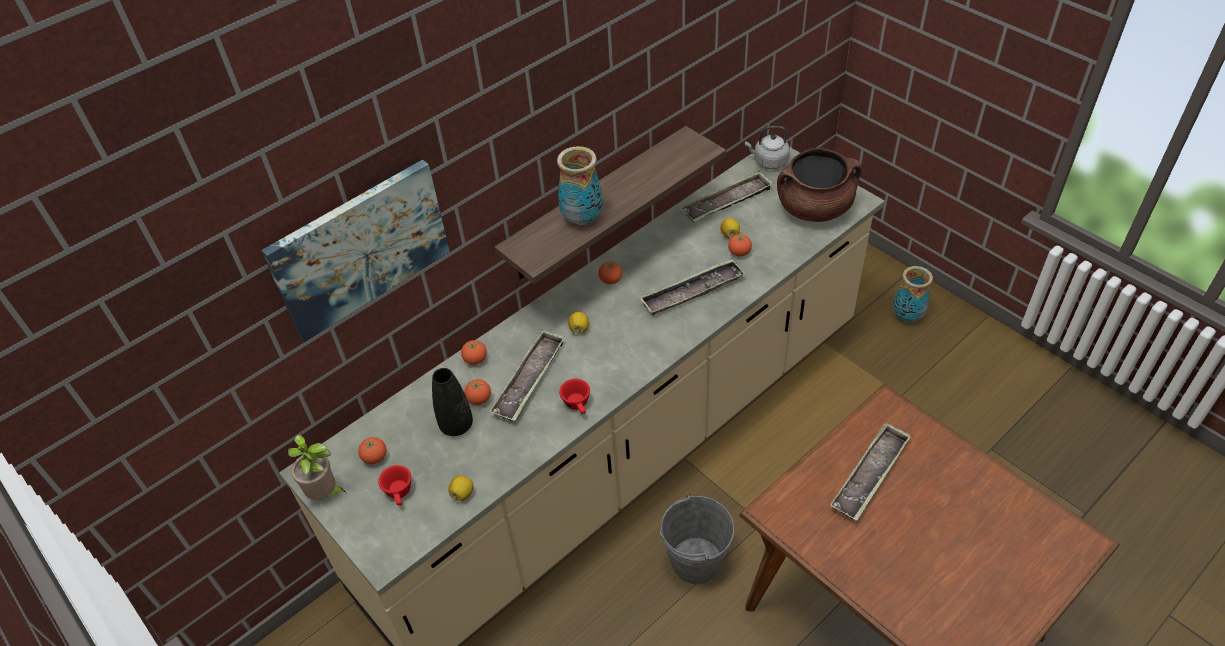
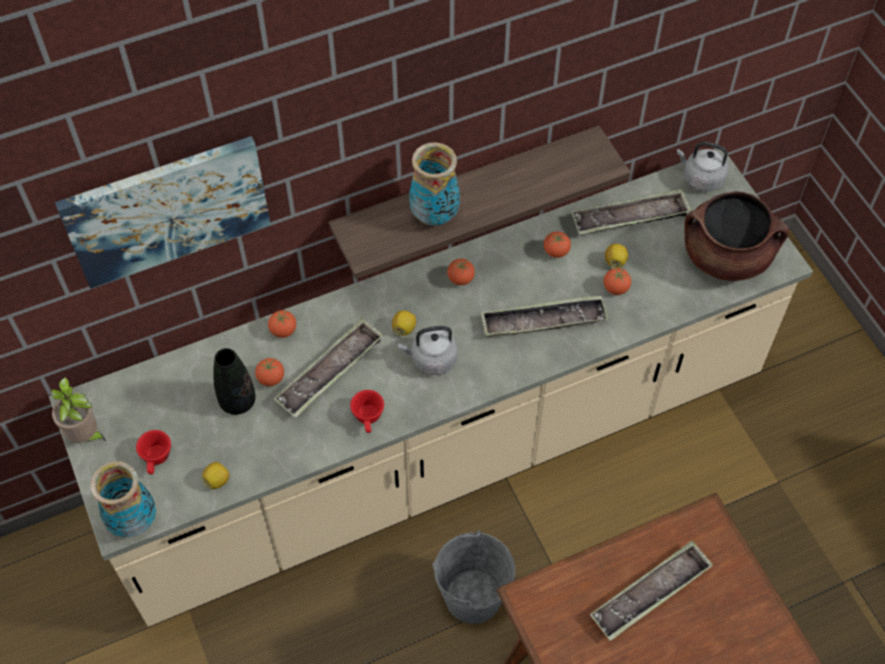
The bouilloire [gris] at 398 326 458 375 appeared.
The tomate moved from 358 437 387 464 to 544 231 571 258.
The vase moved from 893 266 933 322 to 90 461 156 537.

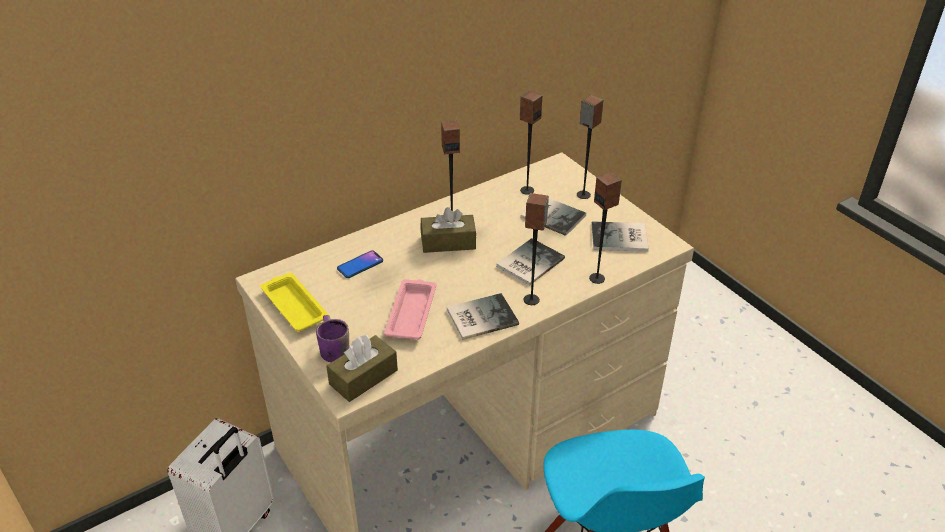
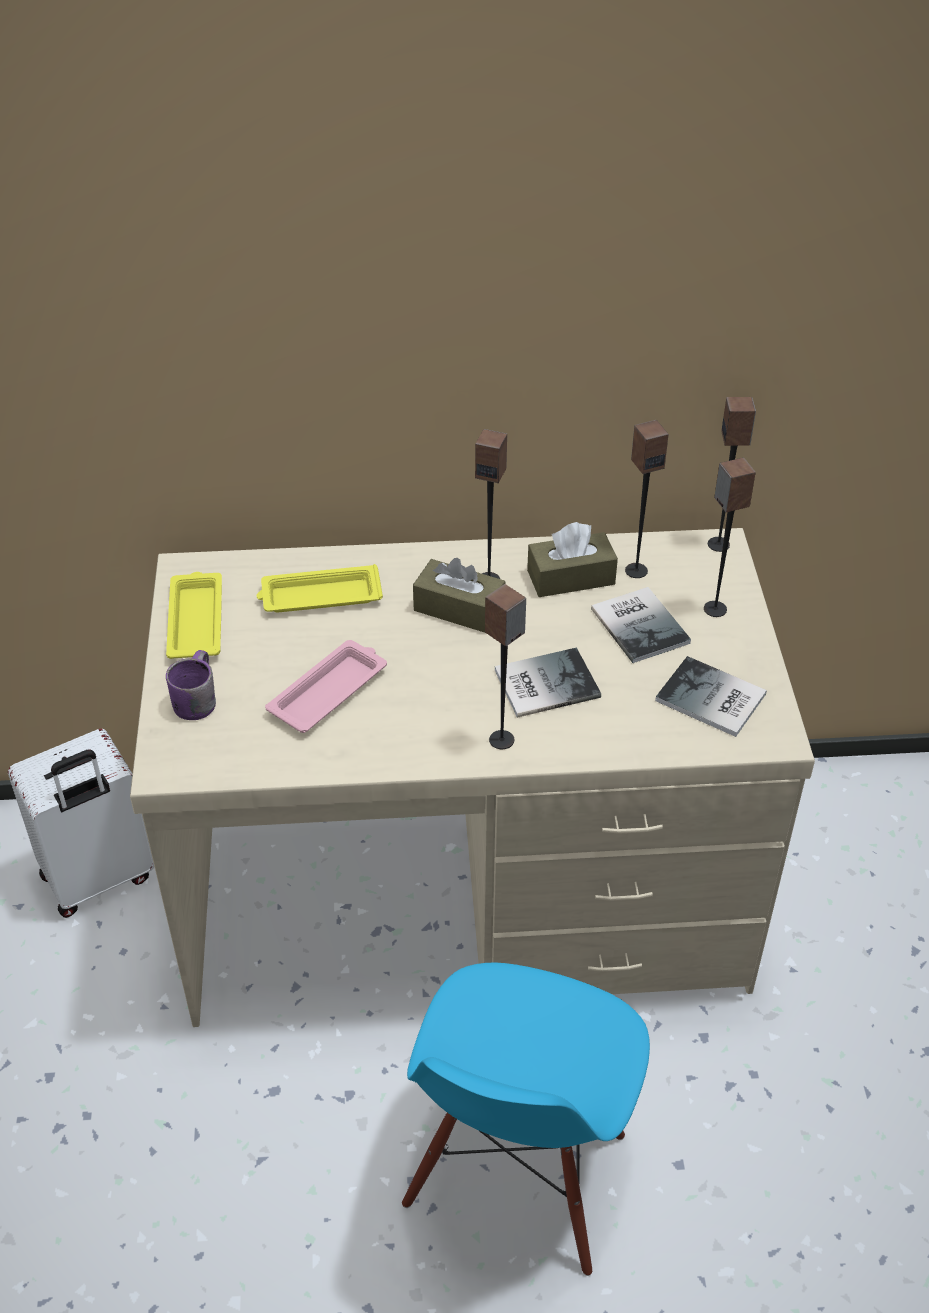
The livre at 447 293 519 340 disappeared.
The boîte à mouchoirs [marron] moved from 326 334 398 402 to 527 522 618 597.
The enceinte moved from 589 172 622 284 to 708 397 756 552.
The téléphone at 337 250 383 278 was replaced by the plateau [jaune] at 257 564 383 613.

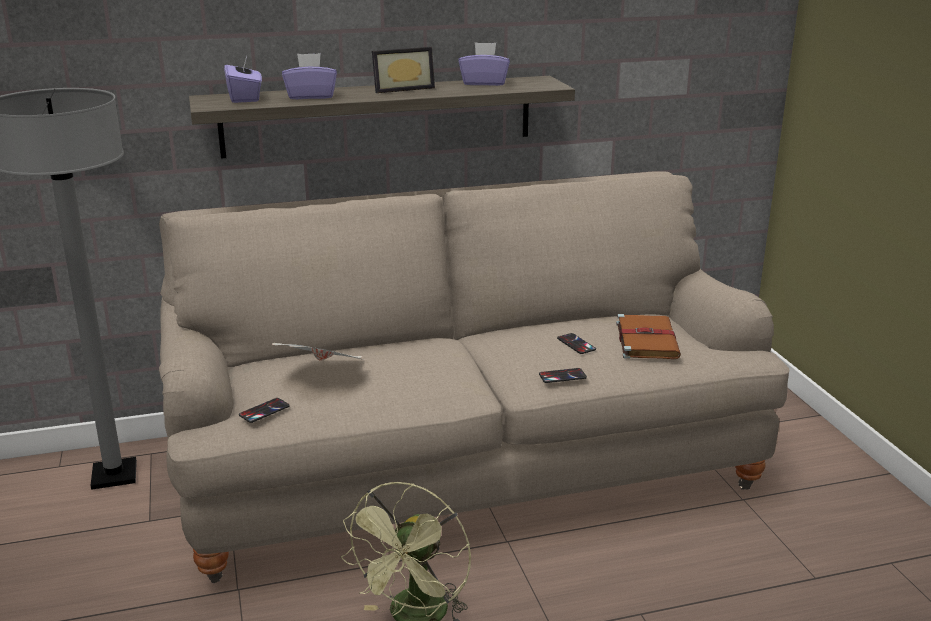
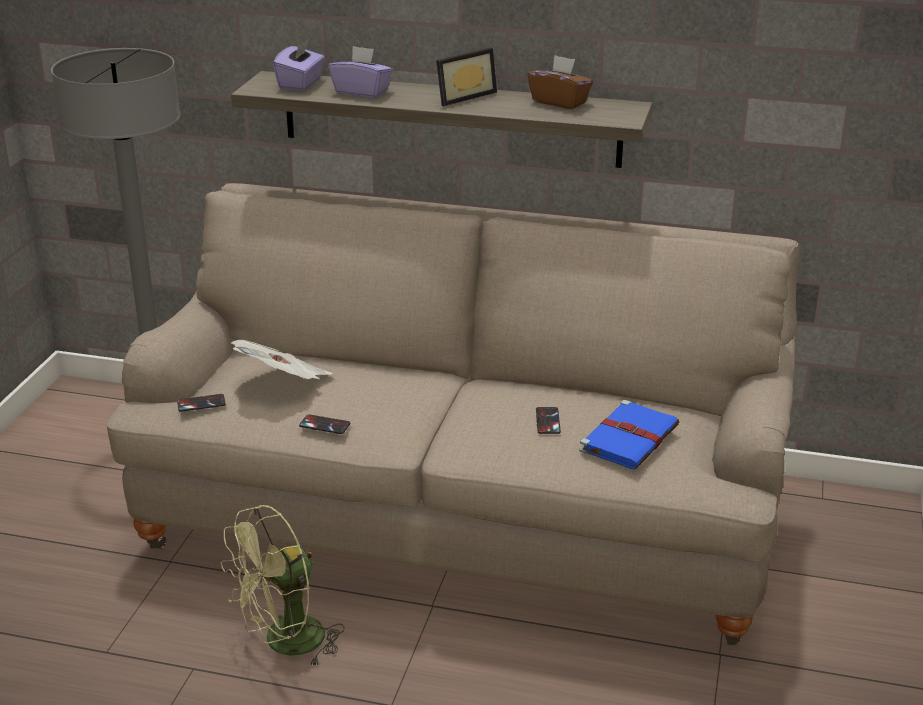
The téléphone moved from 539 368 587 383 to 299 414 350 434.
The boîte à mouchoirs [violet] at 458 42 510 86 became the boîte à mouchoirs [marron] at 528 55 593 109.
The livre [marron] at 616 314 681 359 became the livre [bleu] at 579 400 679 469.
The cadre photo at 372 47 435 93 turned 45 degrees counterclockwise.

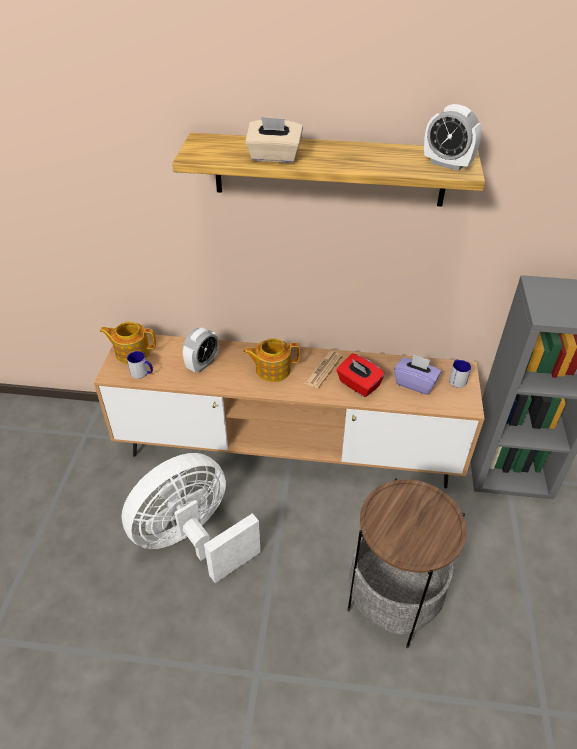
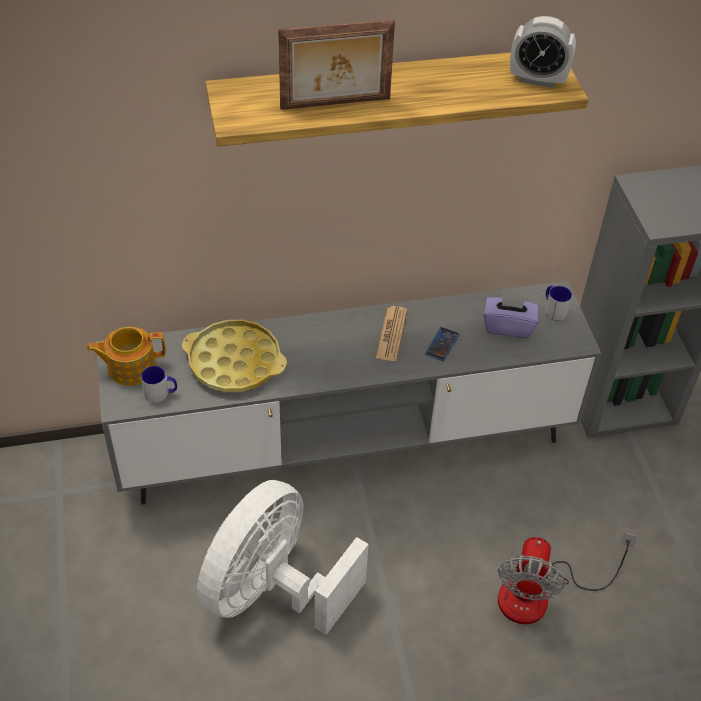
The théière at 243 338 300 382 disappeared.
The réveil at 183 327 219 373 was replaced by the plateau [jaune] at 182 320 287 392.
The boîte à mouchoirs [beige] at 245 117 303 163 was replaced by the cadre photo at 278 19 395 110.
The boîte à mouchoirs [rouge] at 336 353 385 397 was replaced by the téléphone at 425 327 459 362.
The table d'appoint at 347 478 467 648 was replaced by the ventilateur at 498 533 638 624.
The meuble télé [marron] at 94 334 485 488 became the meuble télé [gris] at 96 281 602 505.

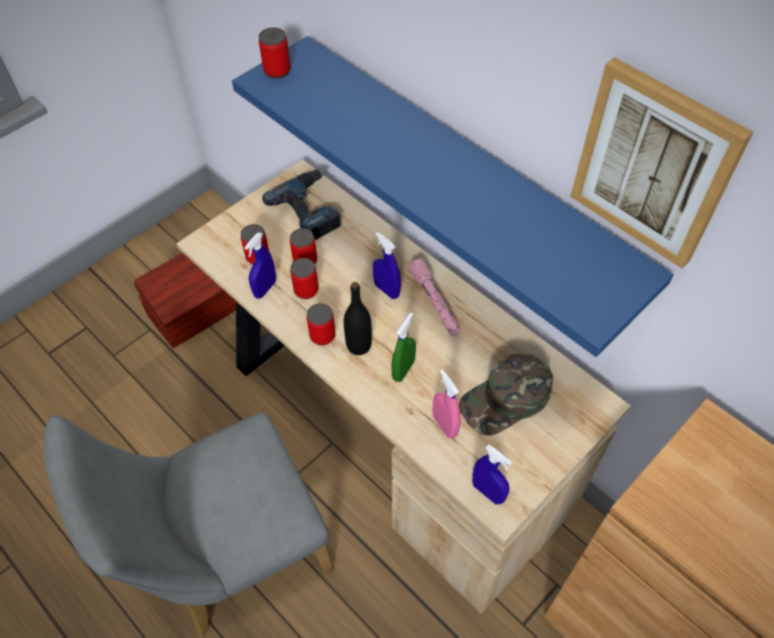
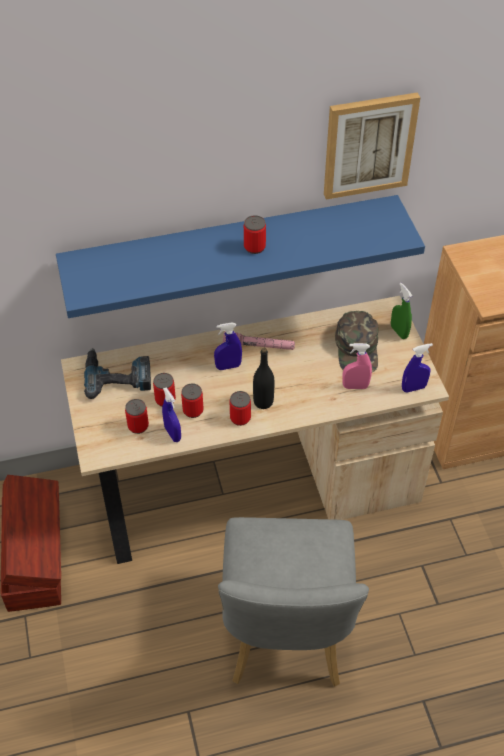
The boîte métallique moved from 259 27 291 79 to 244 215 266 254.
The vaporisateur [vert] moved from 391 312 416 382 to 391 283 412 339.

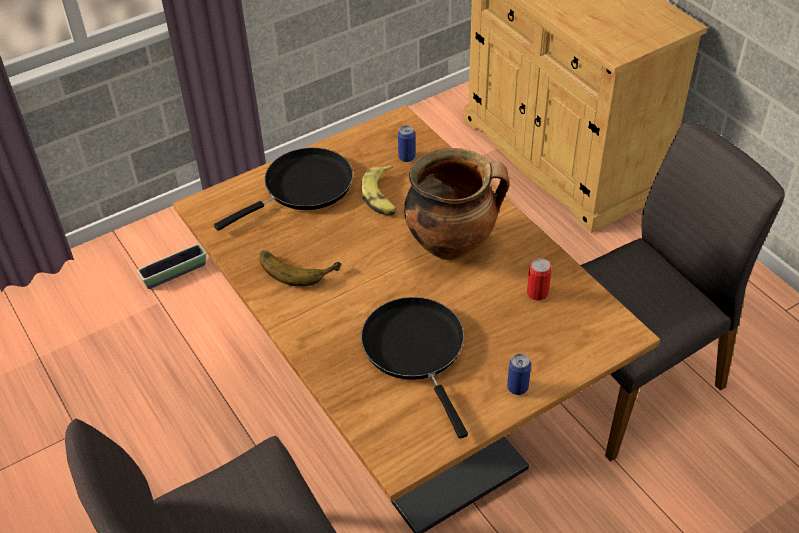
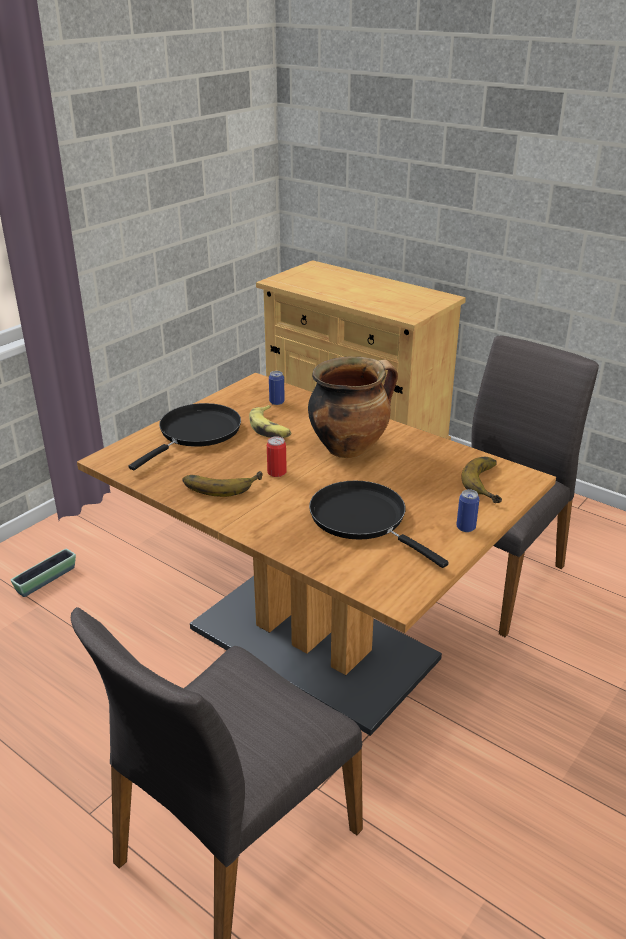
The banane at 461 457 502 503 appeared.
The boîte métallique moved from 527 258 552 301 to 267 436 287 477.

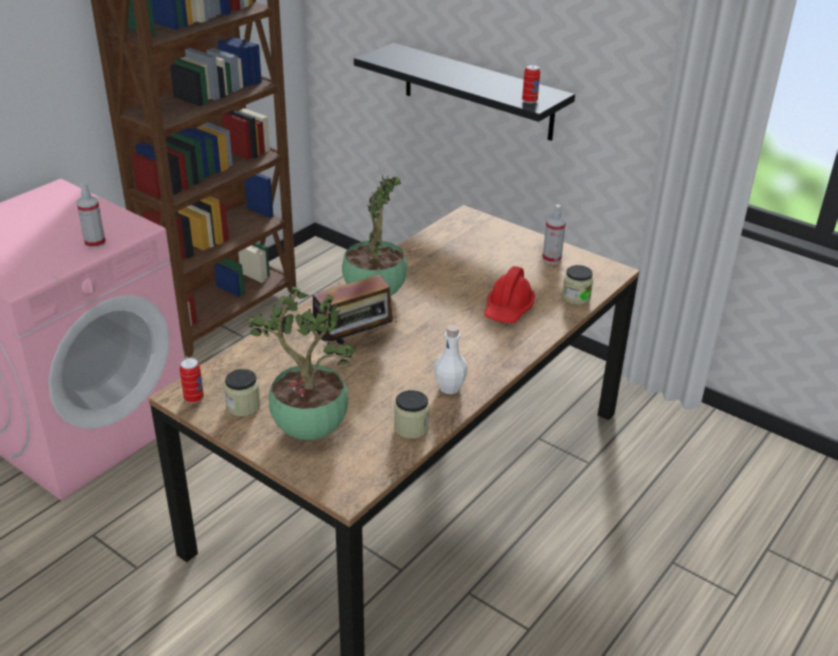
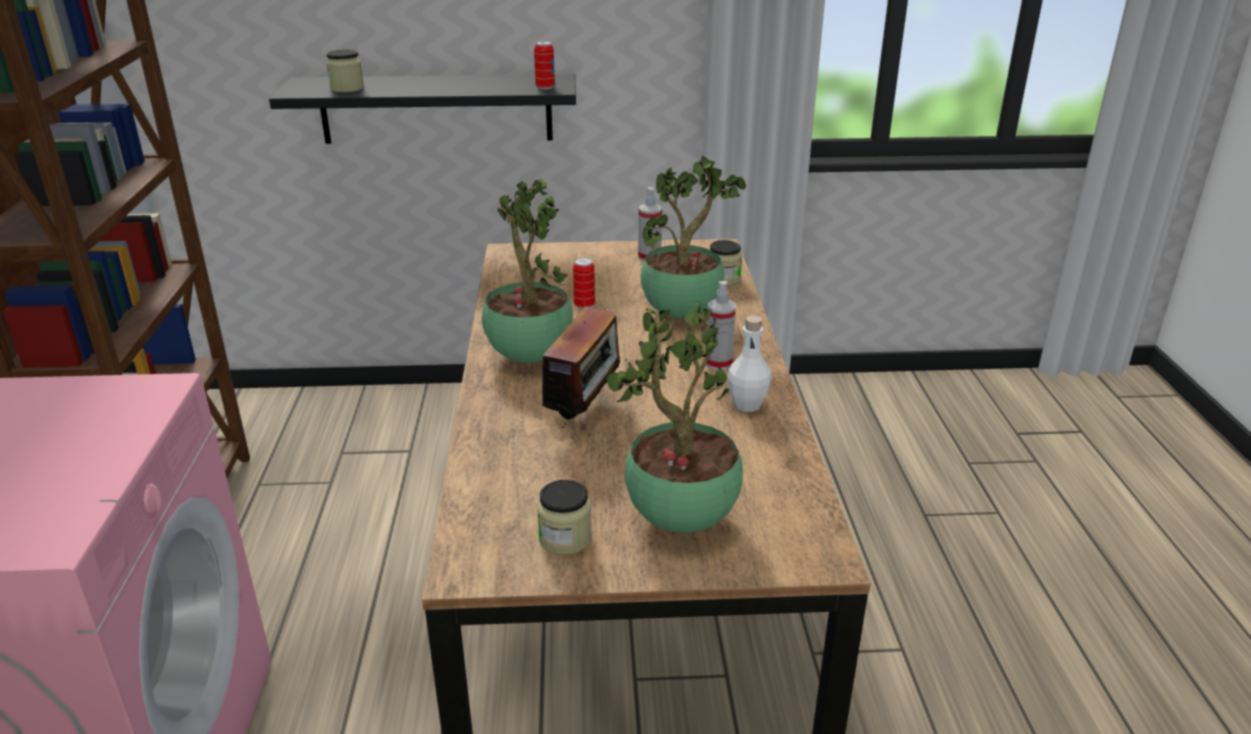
The vaporisateur moved from 76 183 106 249 to 706 281 736 370.
The boîte métallique moved from 180 358 204 403 to 573 257 595 309.
The bocal moved from 394 390 429 439 to 326 50 364 92.
The casque de chantier [rouge] at 484 266 535 323 was replaced by the plante en pot at 641 156 746 319.

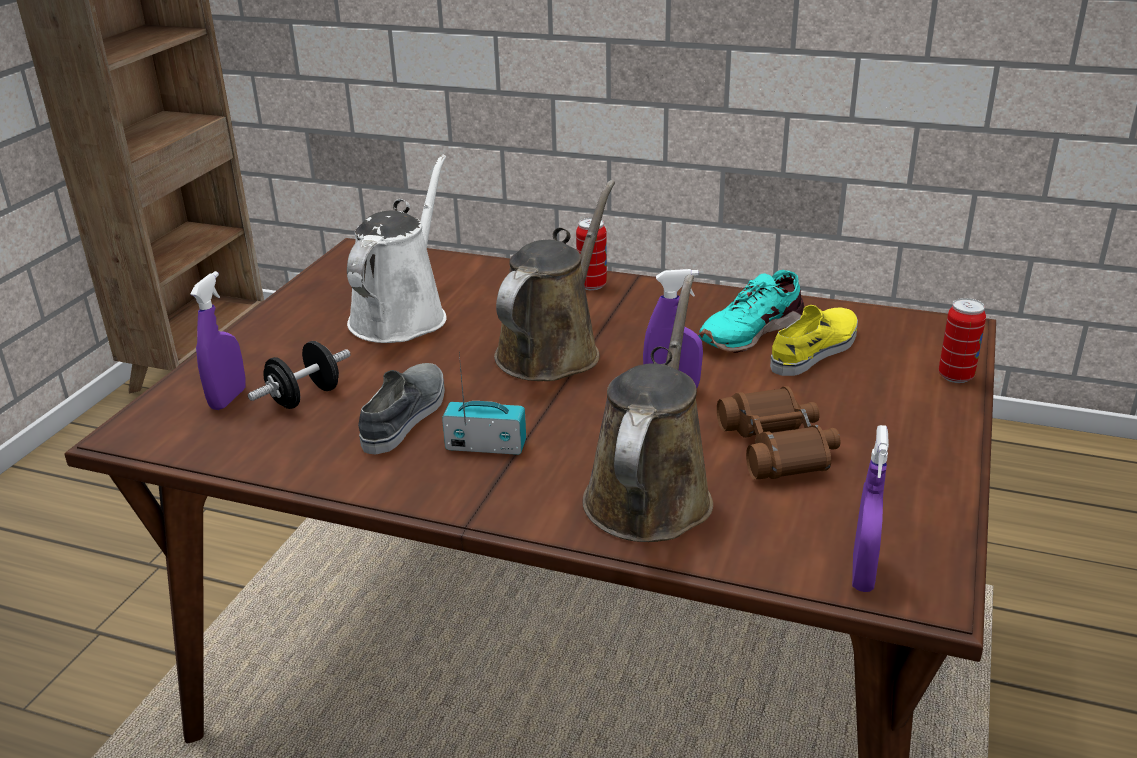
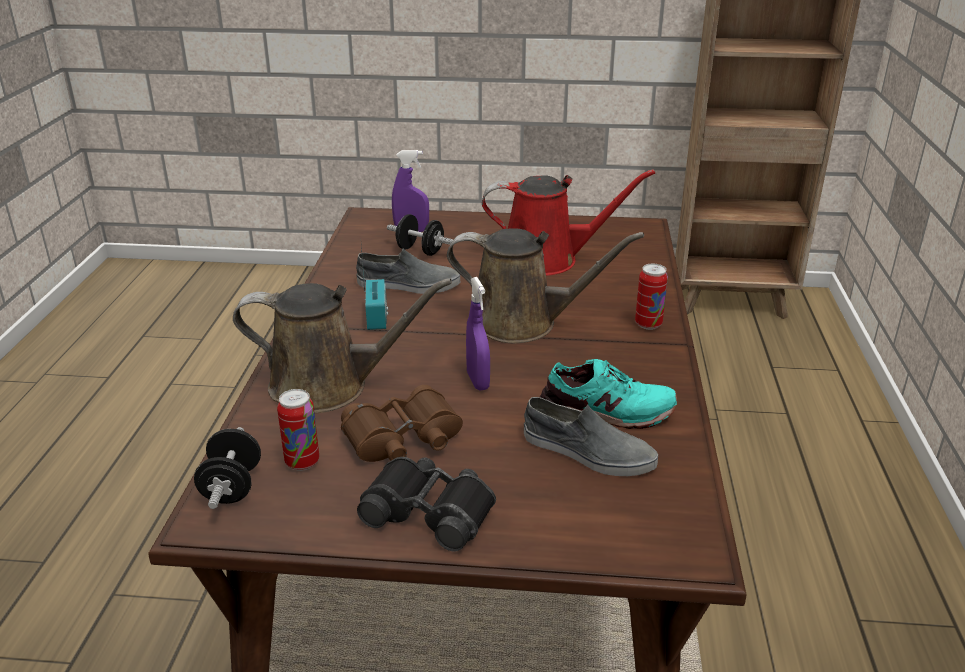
The jumelles [noir] at 357 457 496 551 appeared.
The boîte métallique moved from 939 298 986 383 to 277 389 319 471.
The vaporisateur [violet] at 852 425 889 592 was replaced by the haltère [noir] at 194 427 261 509.
The arrosoir [blanc] at 347 154 447 343 became the arrosoir [rouge] at 482 170 655 276.
The chaussure [jaune] at 770 305 858 376 became the chaussure [gris] at 524 397 658 476.
The chaussure [turquoise] at 698 270 804 353 turned 150 degrees clockwise.

